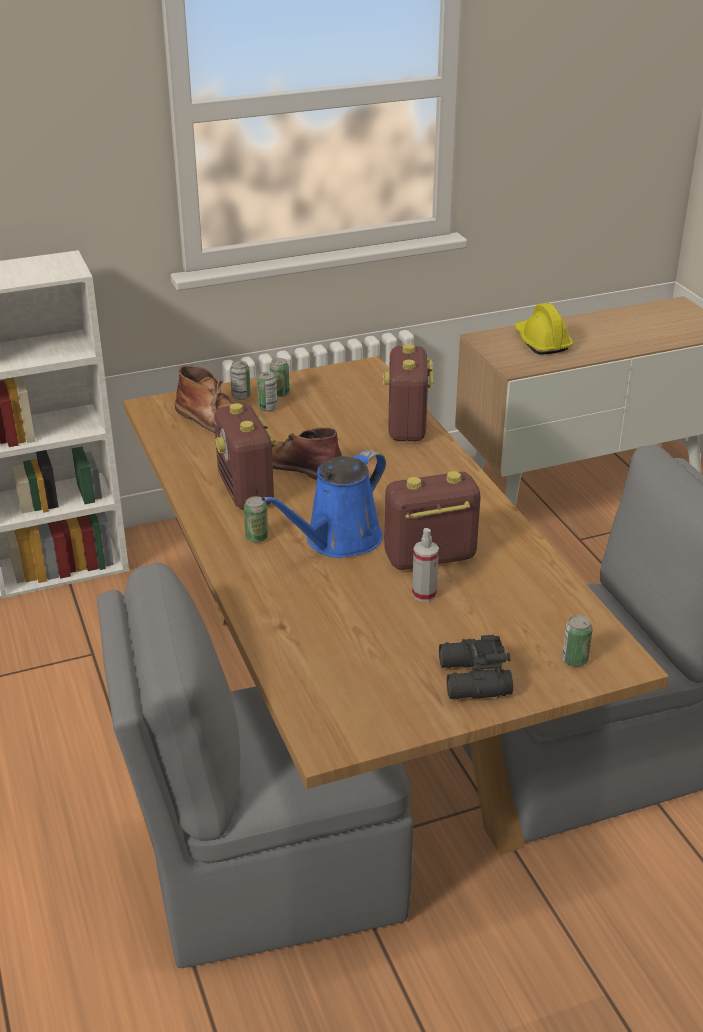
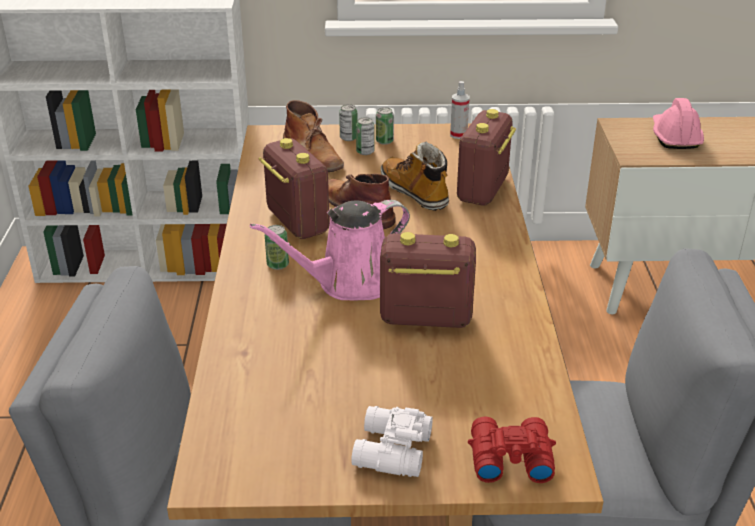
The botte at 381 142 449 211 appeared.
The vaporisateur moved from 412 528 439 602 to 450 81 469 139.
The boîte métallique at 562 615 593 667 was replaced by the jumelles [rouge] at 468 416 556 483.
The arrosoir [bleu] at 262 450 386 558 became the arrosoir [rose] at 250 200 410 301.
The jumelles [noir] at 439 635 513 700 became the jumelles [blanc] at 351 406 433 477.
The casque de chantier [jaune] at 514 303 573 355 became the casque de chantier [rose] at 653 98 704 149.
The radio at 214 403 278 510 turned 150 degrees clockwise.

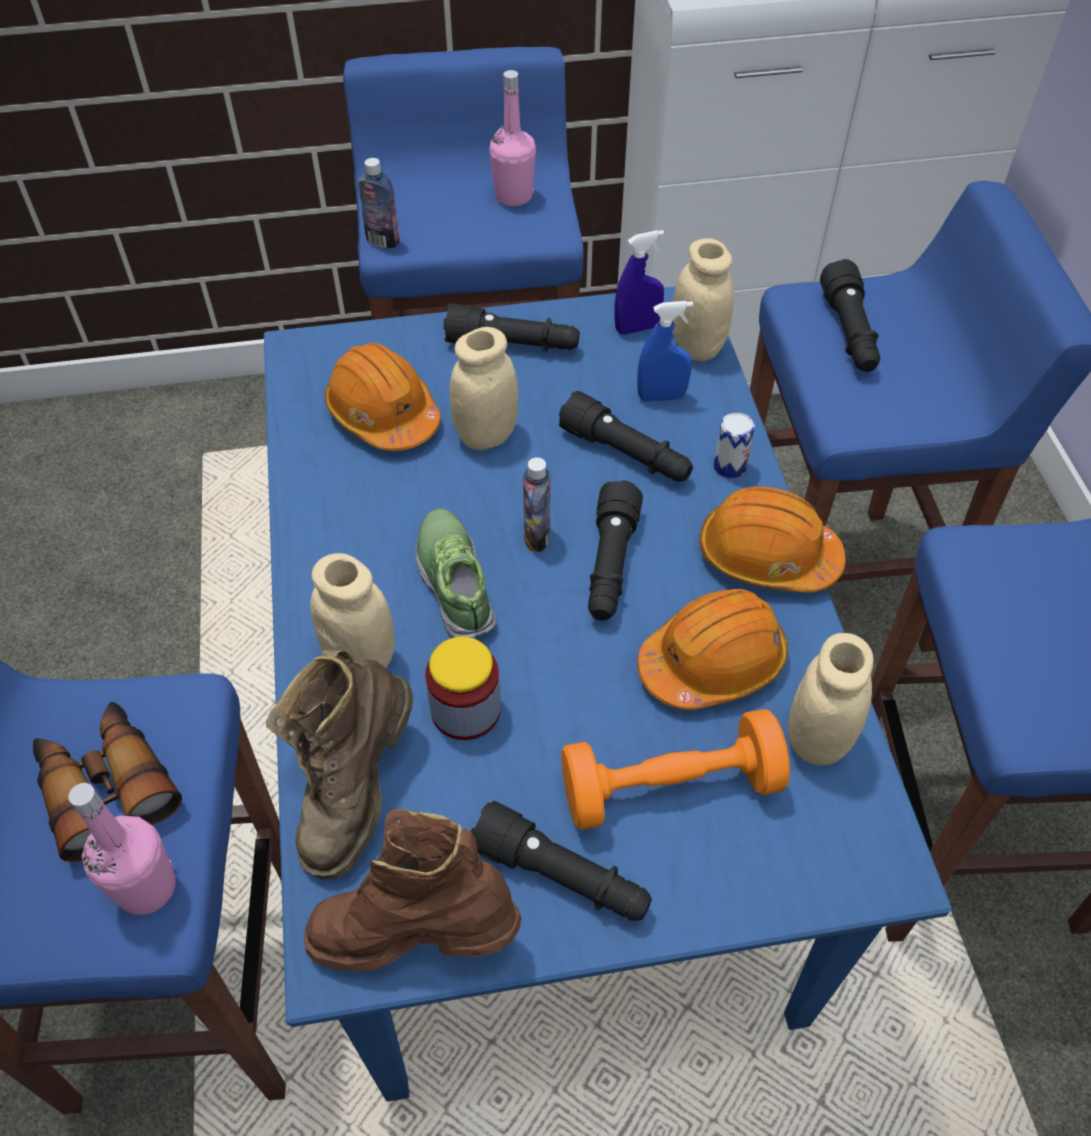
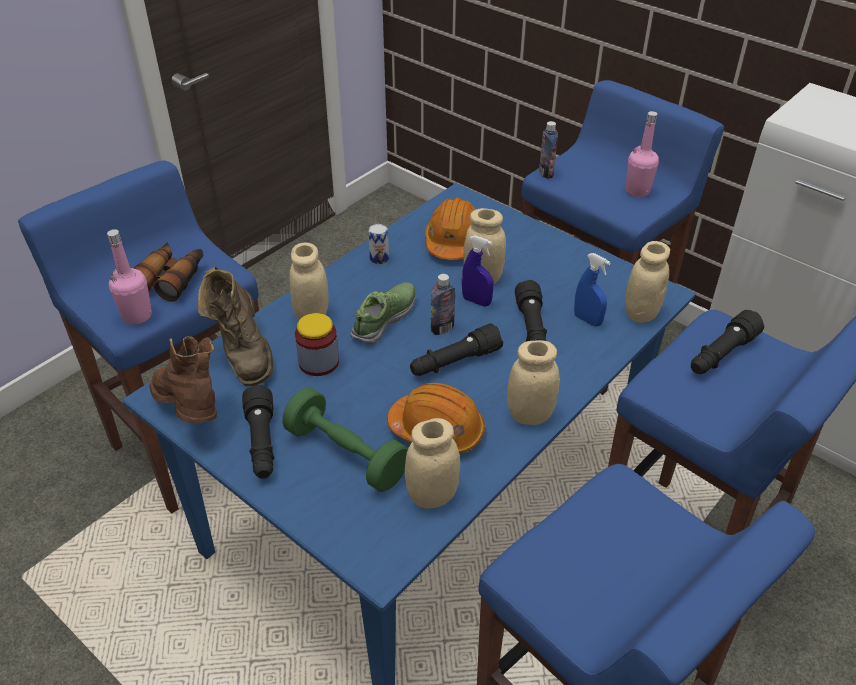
The lampe de poche [noir] at 443 303 580 352 disappeared.
The vaporisateur [bleu] moved from 614 230 664 335 to 462 235 494 306.
The boîte métallique moved from 714 413 755 478 to 368 224 389 264.
The casque de chantier [orange] at 699 487 846 592 was replaced by the bocal [beige] at 507 340 560 425.
The haltère [orange] at 561 709 790 830 became the haltère [vert] at 283 387 408 492.
The botte [marron] at 266 650 413 880 turned 90 degrees counterclockwise.

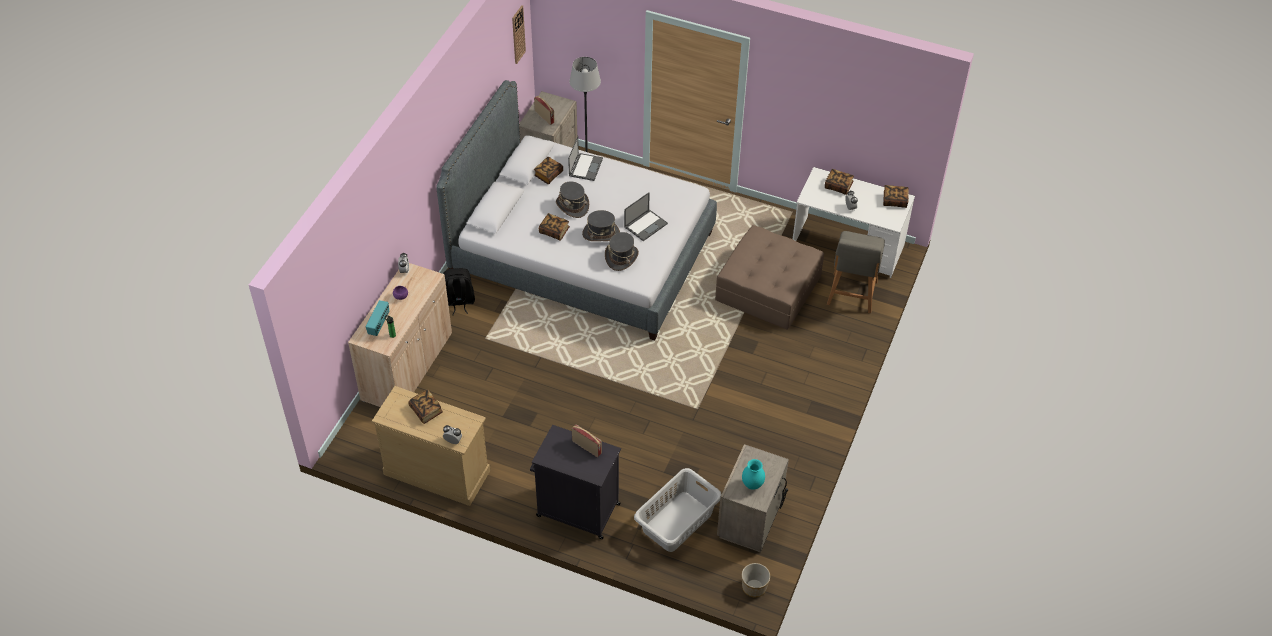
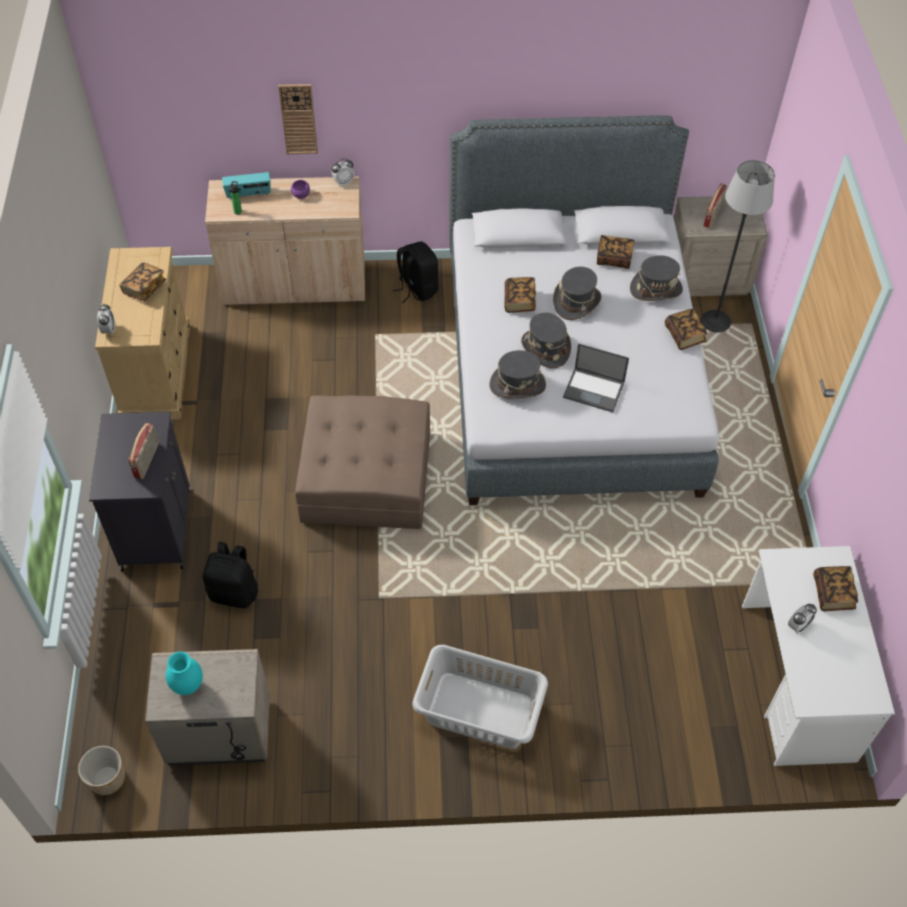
The chaise [gris] at 827 231 885 313 disappeared.
The sac à dos [noir] at 202 542 258 608 appeared.
The horloge murale moved from 512 5 526 64 to 278 84 318 154.
The panier à linge [gris] moved from 634 468 722 552 to 412 645 548 749.
The pouf [marron] moved from 715 225 824 330 to 295 395 430 529.
The livre moved from 883 185 909 208 to 665 309 707 350.
The ordinateur portable at 568 136 603 181 was replaced by the chapeau [gris] at 630 255 683 301.

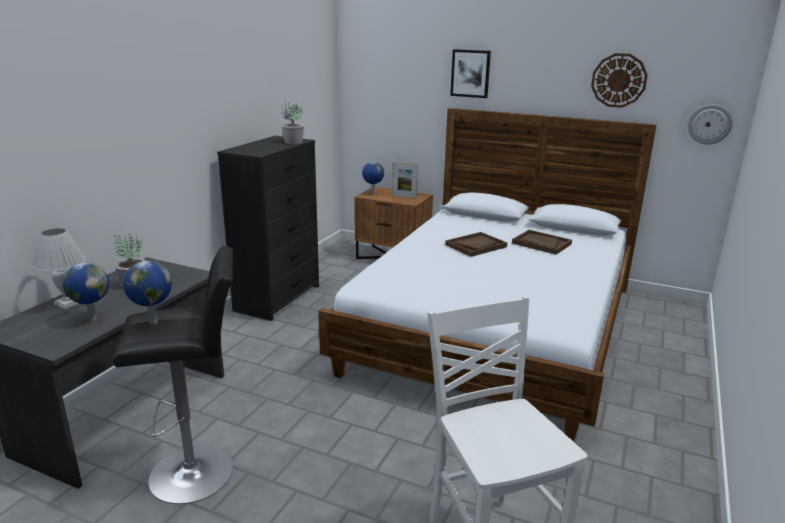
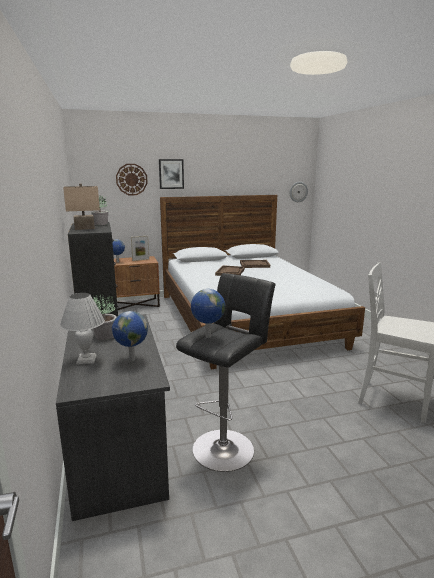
The lampe de table [beige] at 63 184 100 230 appeared.
The horloge murale moved from 591 53 648 108 to 116 164 148 195.

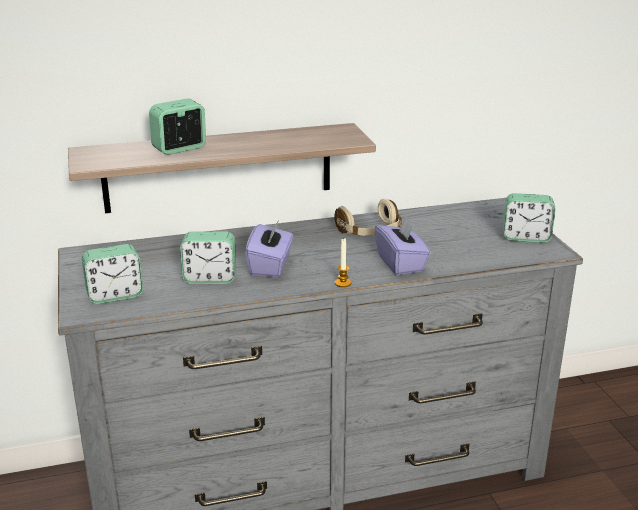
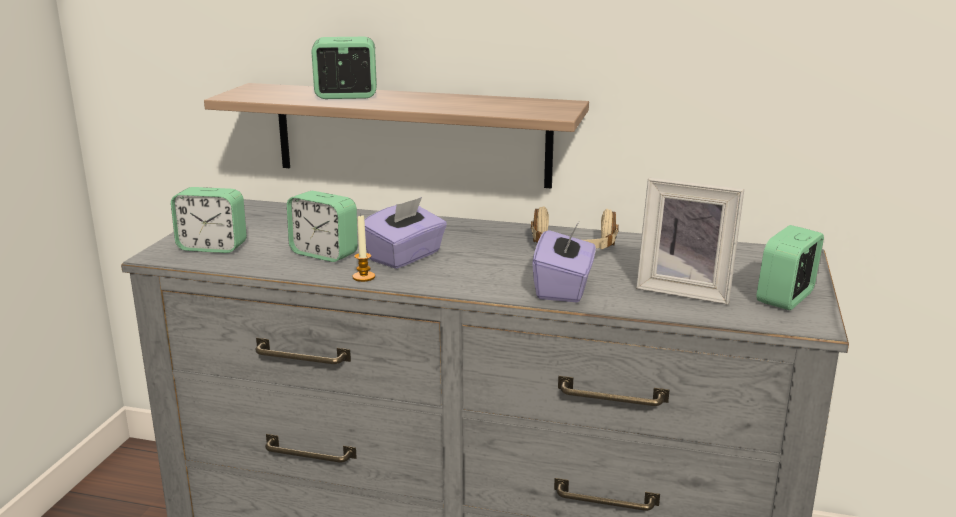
The cadre photo at 636 178 744 305 appeared.
The bougie moved from 335 238 352 287 to 353 214 375 282.
The réveil at 503 193 556 243 turned 90 degrees clockwise.

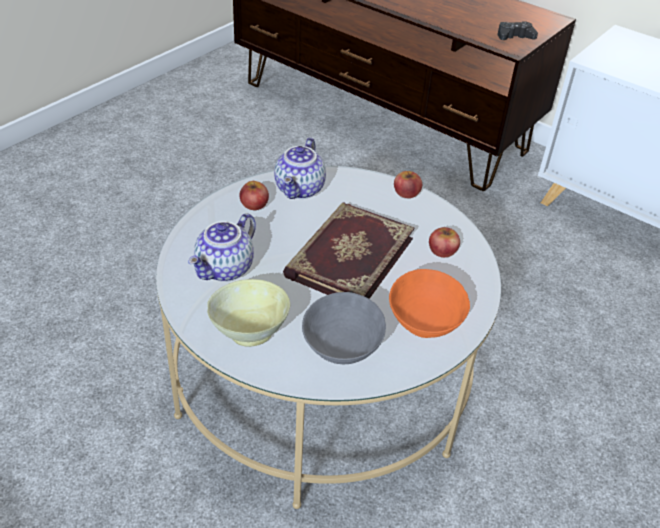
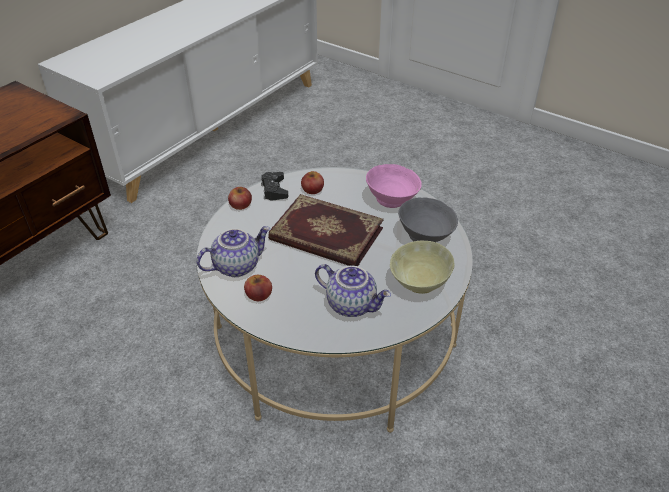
The manette [noir] moved from 498 22 538 40 to 261 172 289 200.
The bol [orange] at 389 269 470 338 became the bol [rose] at 366 164 422 208.
The théière at 274 137 326 199 turned 45 degrees counterclockwise.

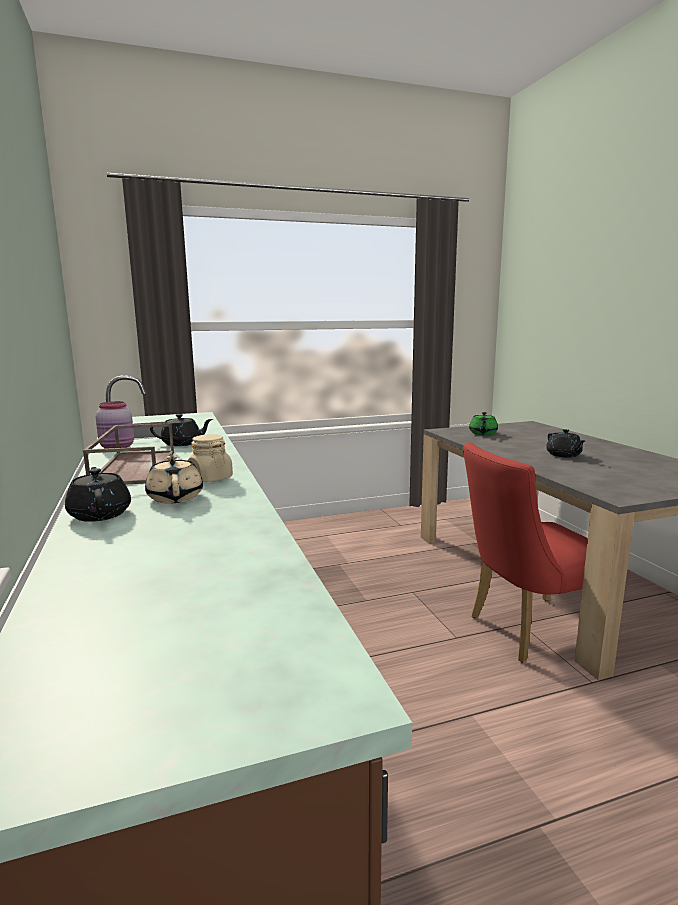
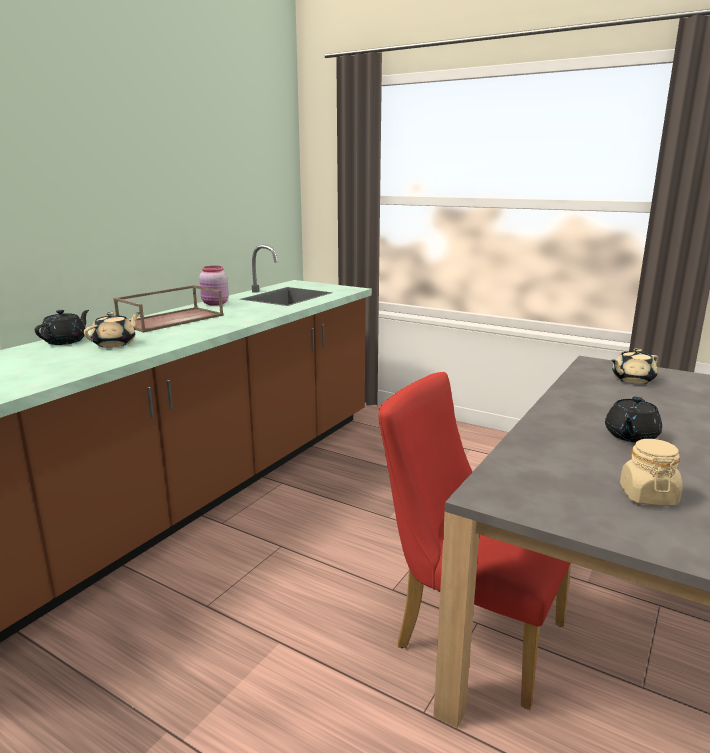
The théière [noir] at 150 414 213 446 disappeared.
The bocal [beige] moved from 188 434 233 482 to 620 439 683 506.
The théière [vert] at 469 412 498 435 became the théière [beige] at 611 348 658 384.

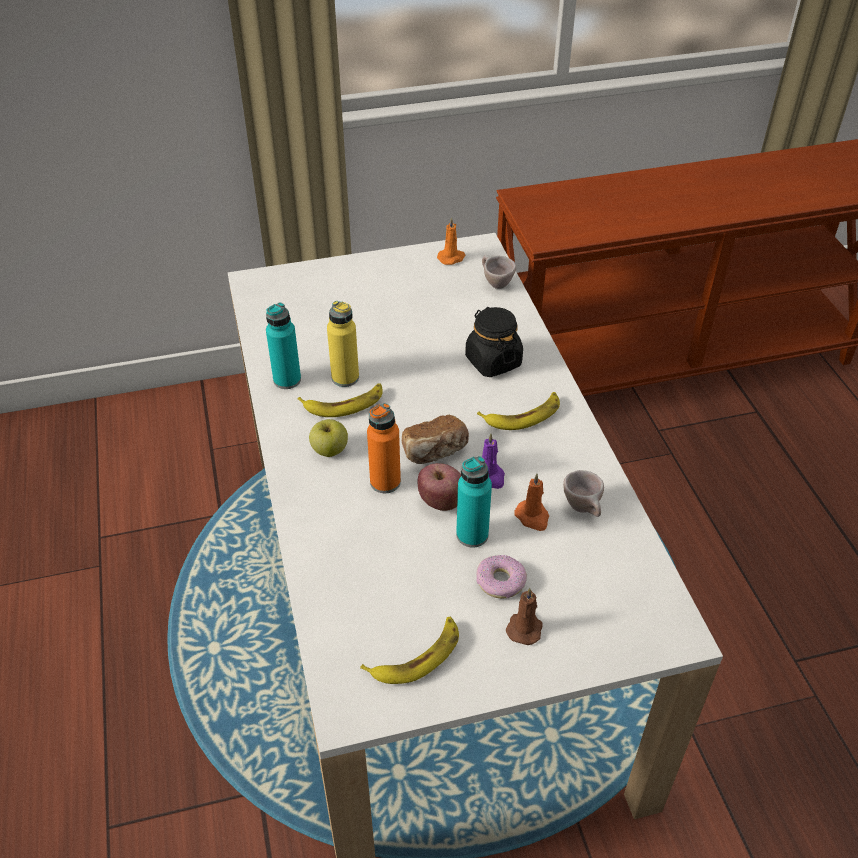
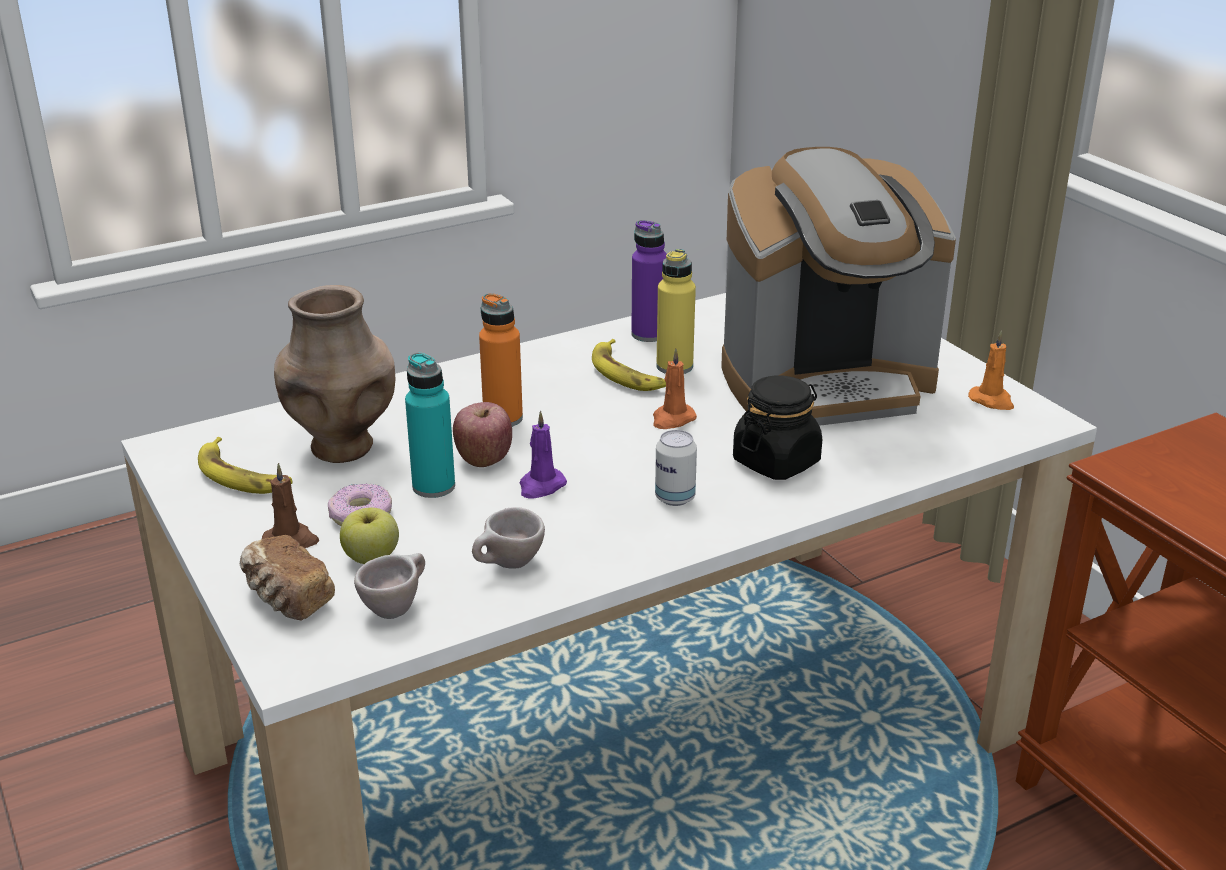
The vase [marron] at 274 285 396 463 appeared.
The machine à café at 721 147 956 426 appeared.
The pomme moved from 309 419 348 457 to 340 508 399 564.
The pain moved from 402 415 469 464 to 240 535 335 621.
The tasse [beige] moved from 482 255 516 289 to 354 553 425 619.
The bougie [orange] moved from 514 474 549 531 to 653 348 697 429.
The banane at 477 392 560 430 was replaced by the boîte métallique at 655 430 697 506.
The bouteille [turquoise] at 266 302 301 389 became the bouteille [violet] at 631 220 667 342.

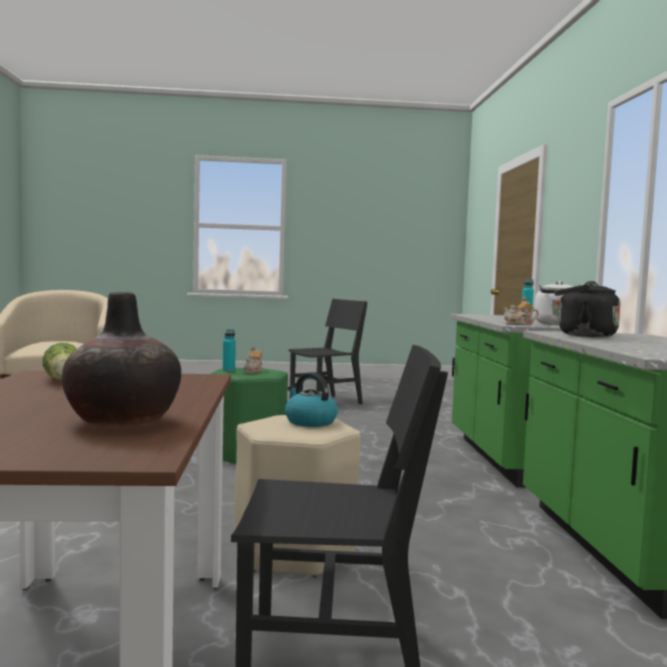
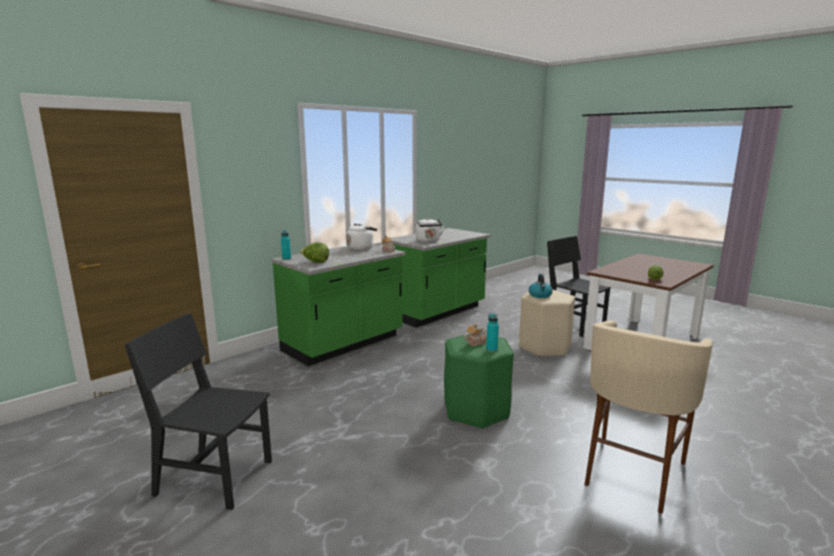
The vase at 62 292 181 427 disappeared.
The laitue at 300 242 329 263 appeared.
The bouilloire [noir] at 554 281 620 337 became the bouilloire [blanc] at 416 218 444 243.

